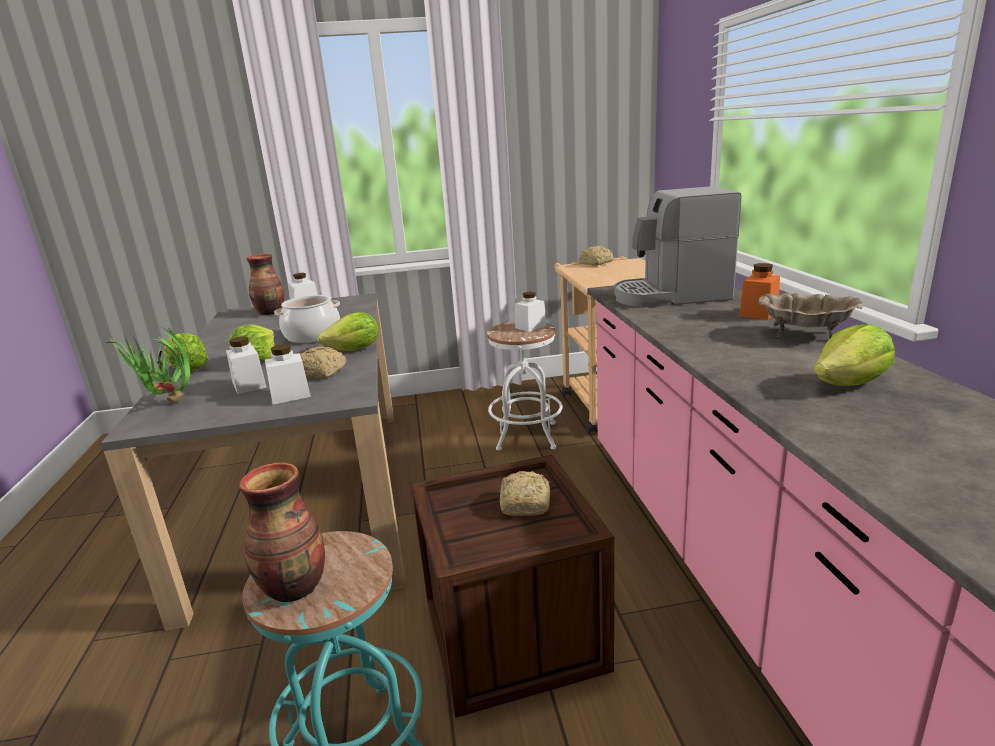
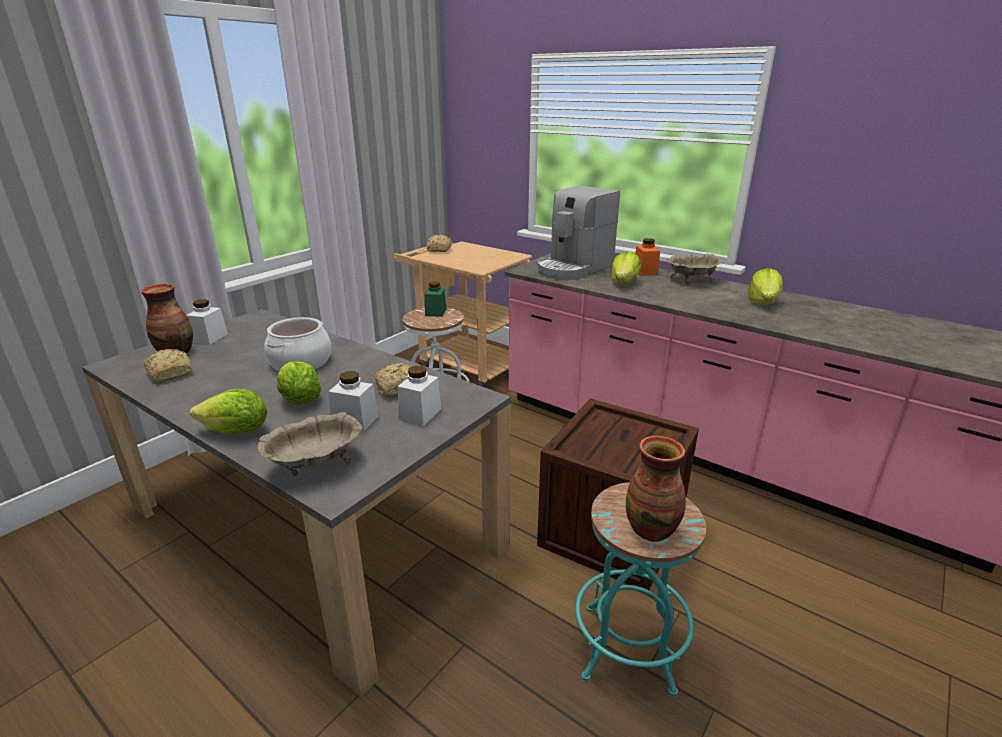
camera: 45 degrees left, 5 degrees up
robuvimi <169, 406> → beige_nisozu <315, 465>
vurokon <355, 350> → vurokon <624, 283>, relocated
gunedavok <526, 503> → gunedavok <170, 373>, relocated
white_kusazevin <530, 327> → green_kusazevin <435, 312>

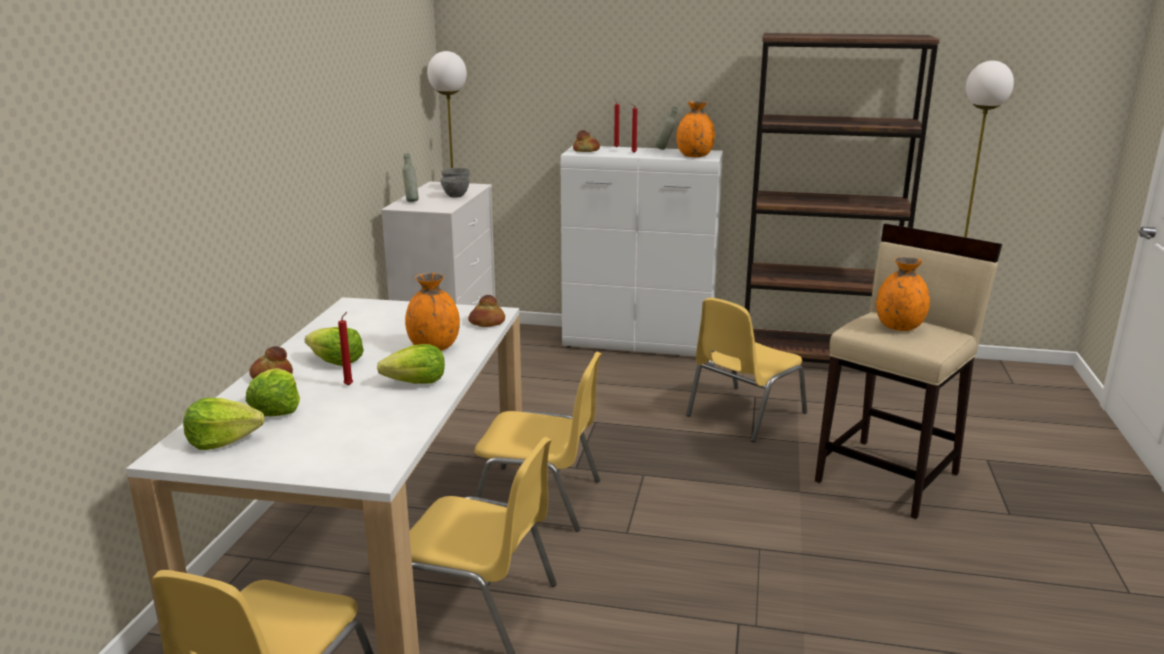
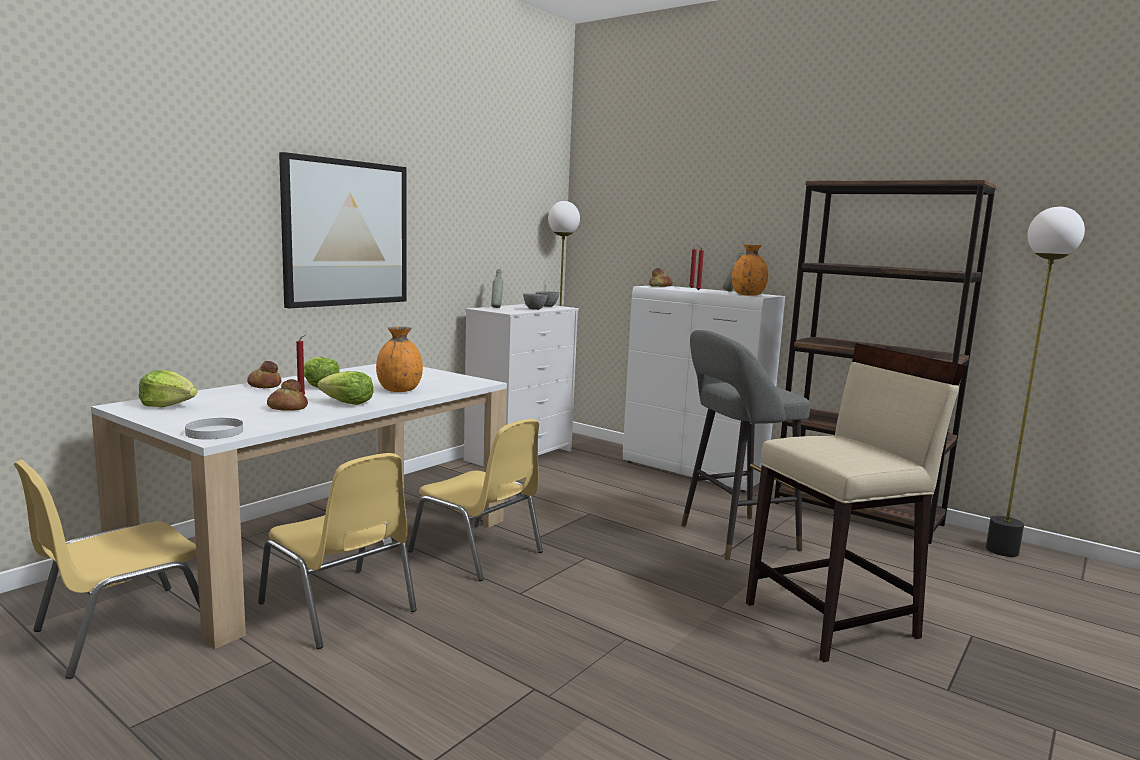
camera: 25 degrees right, 10 degrees down
vurokon <276, 409> → -
gunedavok <486, 323> → gunedavok <287, 408>, relocated
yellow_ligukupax <743, 414> → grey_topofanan <733, 538>
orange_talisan <898, 327> → -
- → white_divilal <214, 432>
- → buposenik <346, 233>

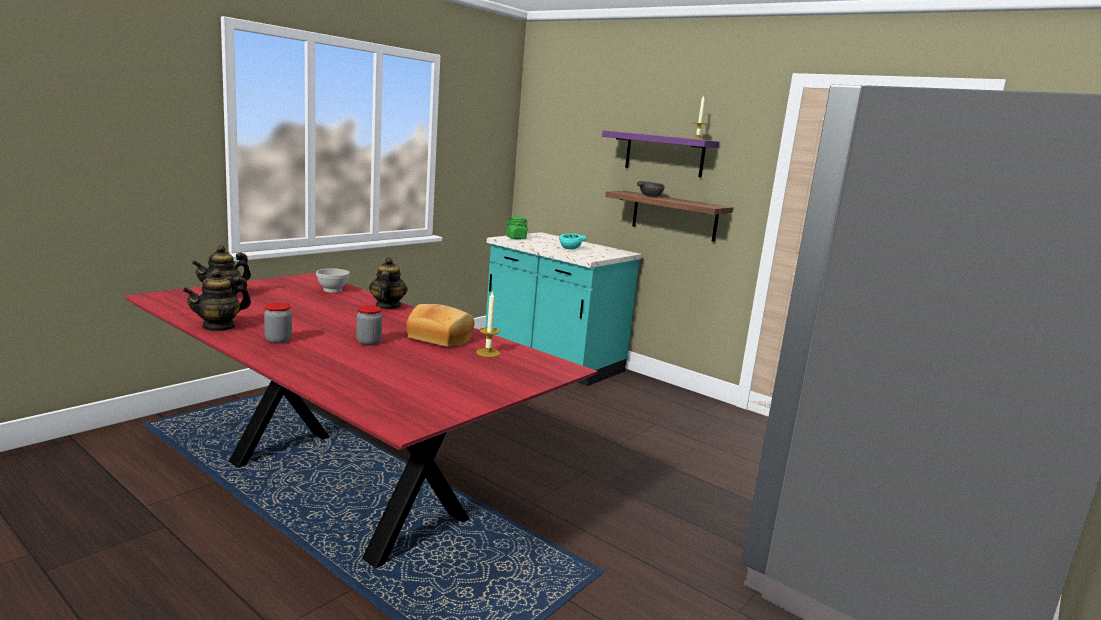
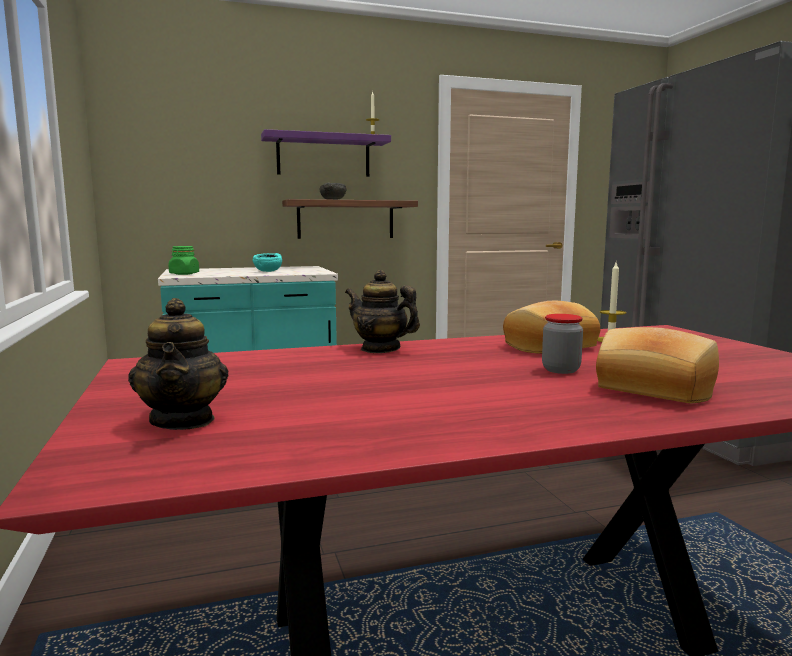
camera: 55 degrees left, 5 degrees down
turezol <219, 327> → -
kusazevin <278, 340> → -
white_nisozu <332, 290> → -
- → gunedavok <653, 390>

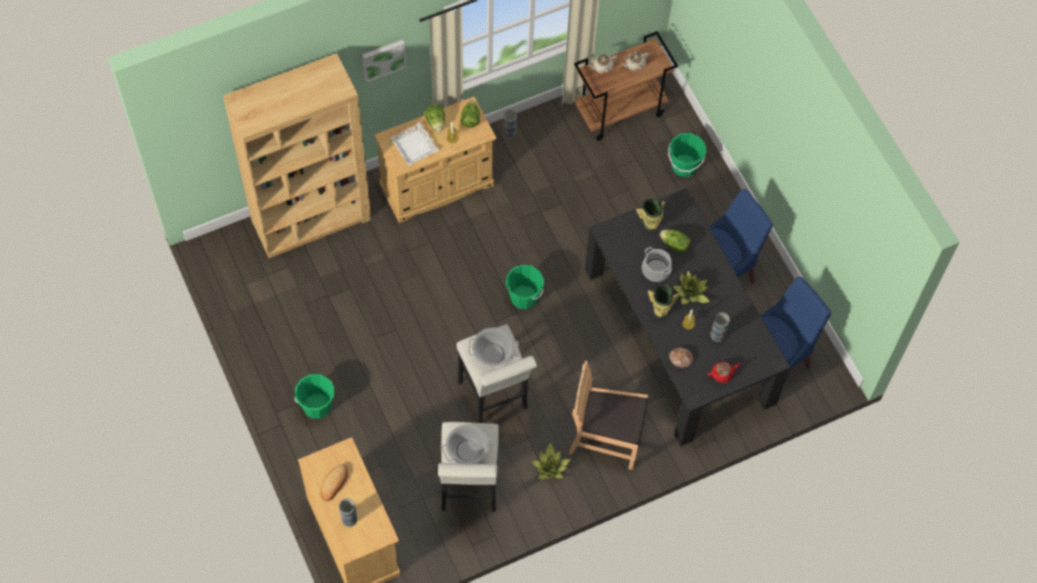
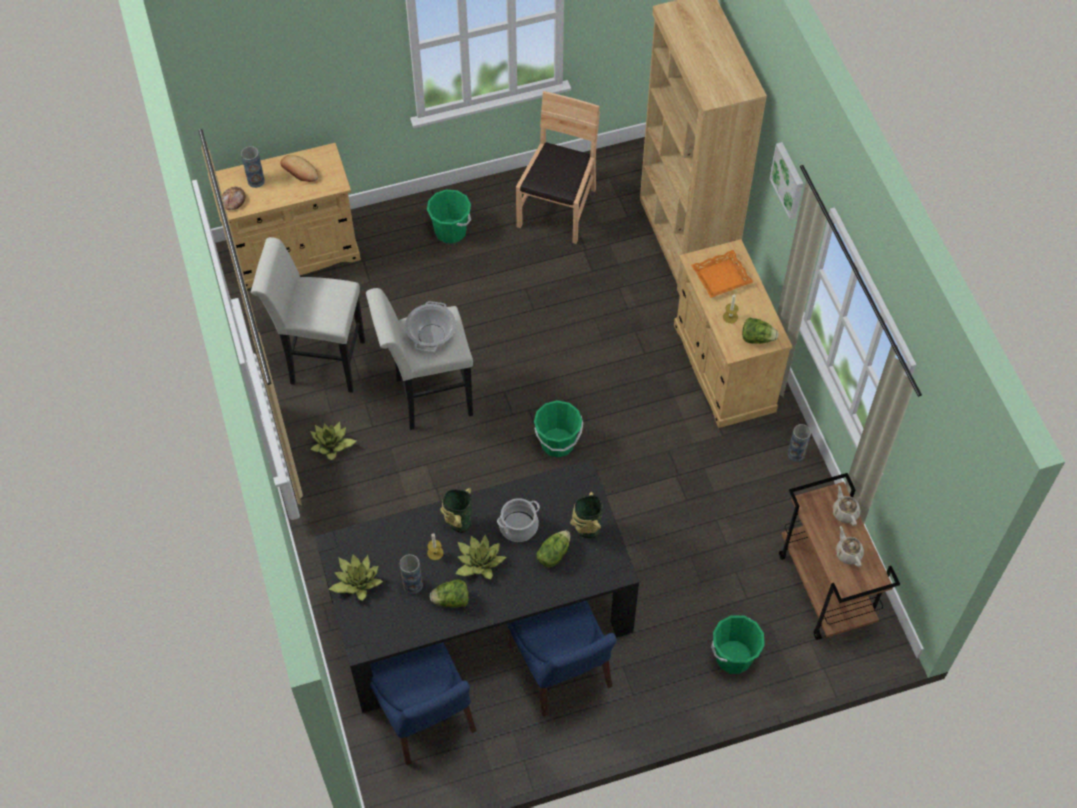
camera: 100 degrees right, 5 degrees down
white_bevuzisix <414, 146> → orange_bevuzisix <721, 277>
vurokon <436, 122> → vurokon <451, 600>, relocated
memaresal <467, 450> → -
brown_ligukupax <606, 437> → brown_ligukupax <558, 209>, relocated
gunedavok <681, 359> → gunedavok <233, 201>, relocated
red_turezol <722, 374> → robuvimi <356, 582>

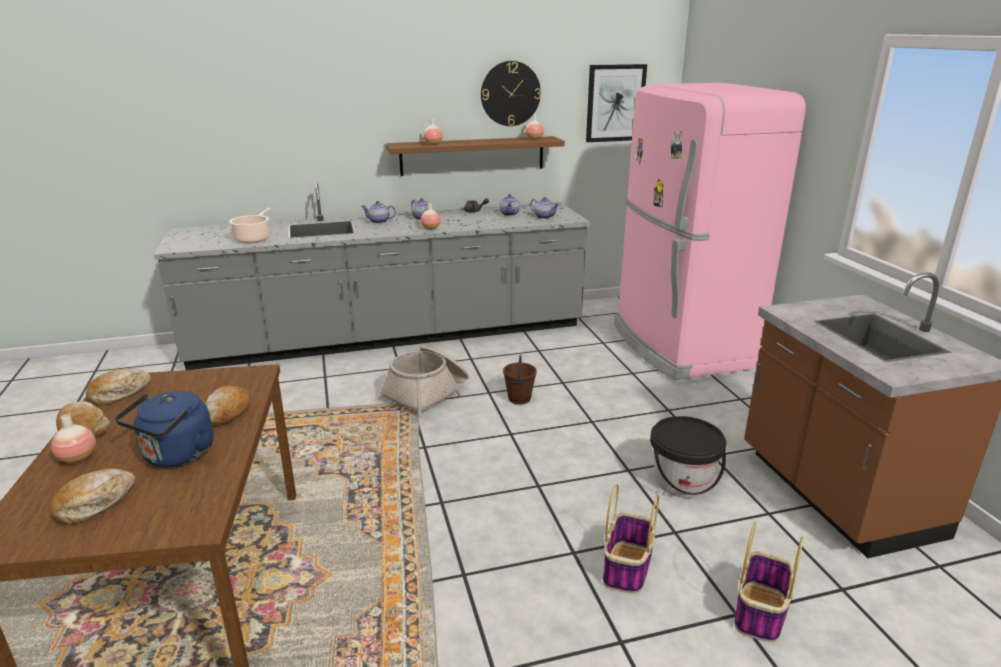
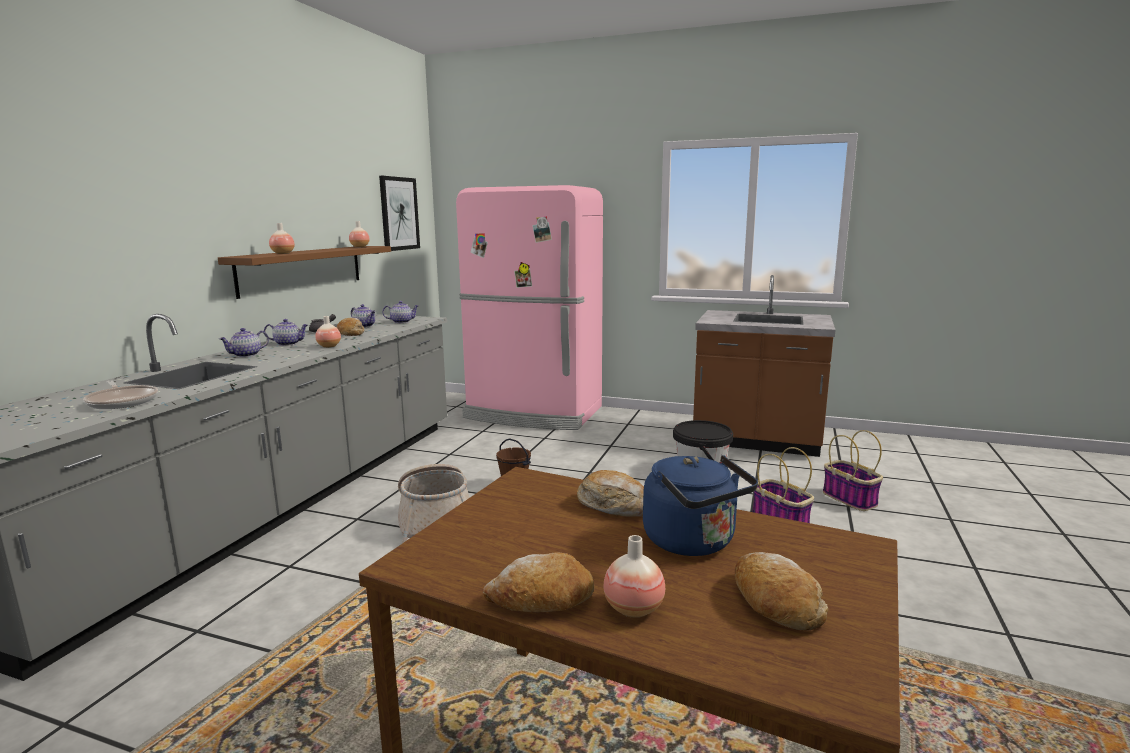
camera: 55 degrees left, 10 degrees down
gunedavok <119, 393> → gunedavok <351, 333>, relocated
memaresal <253, 238> → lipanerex <122, 401>
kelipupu <510, 93> → -

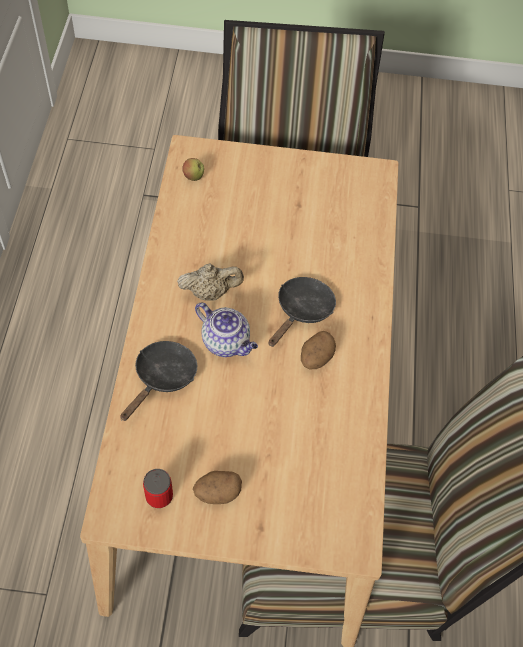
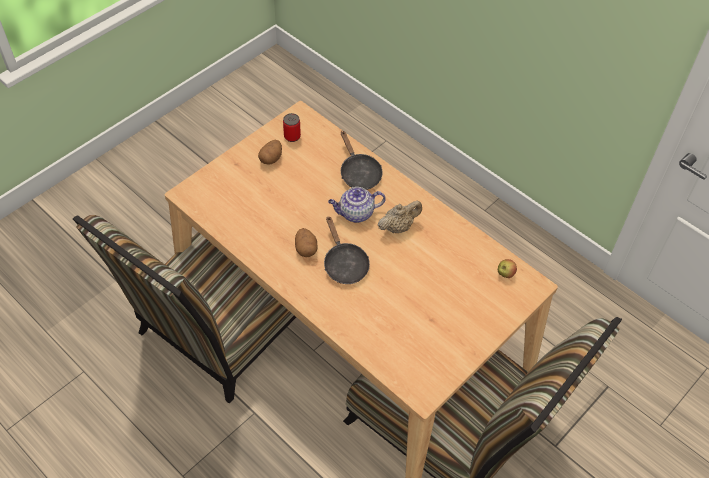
camera: 130 degrees right, 5 degrees down
beige_turezol <210, 292> → beige_turezol <398, 227>, 150 degrees counterclockwise

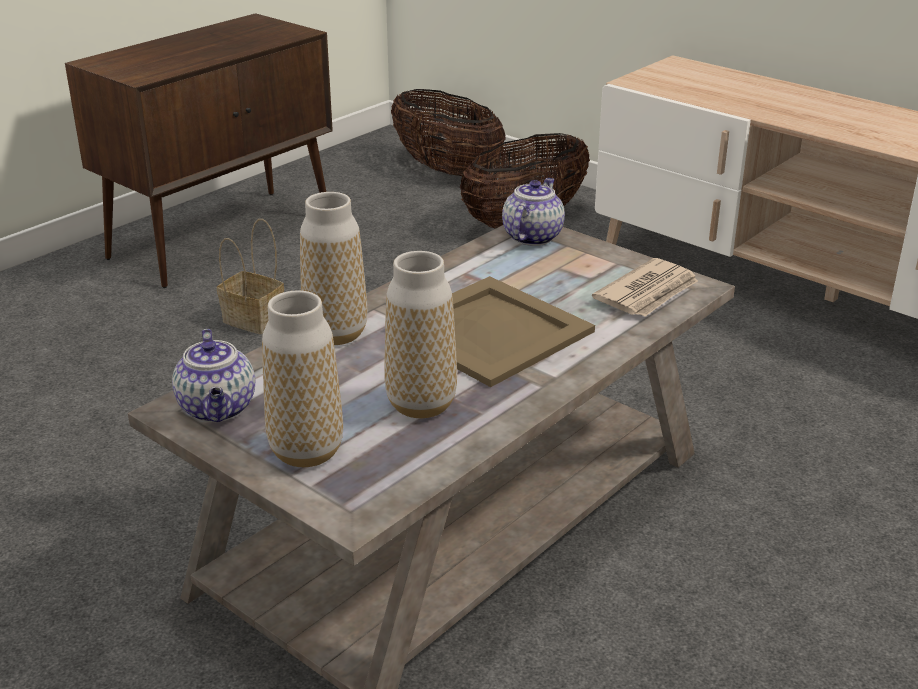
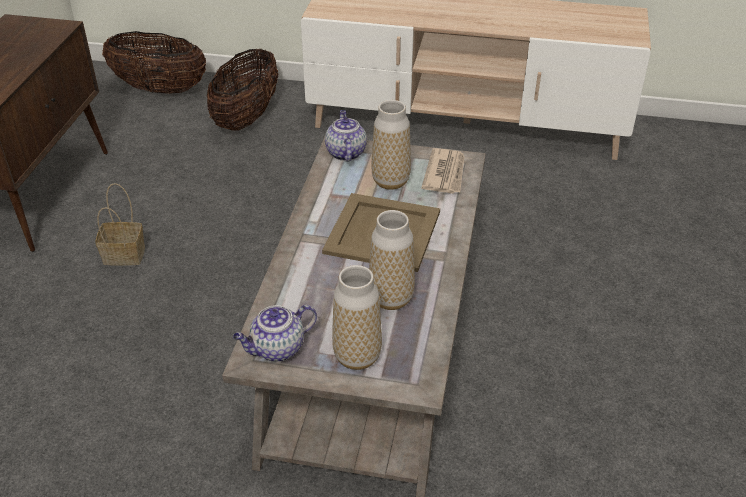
camera: 30 degrees left, 10 degrees up
turezol <218, 409> → turezol <277, 349>, 105 degrees clockwise
talisan <336, 334> → talisan <390, 181>, relocated

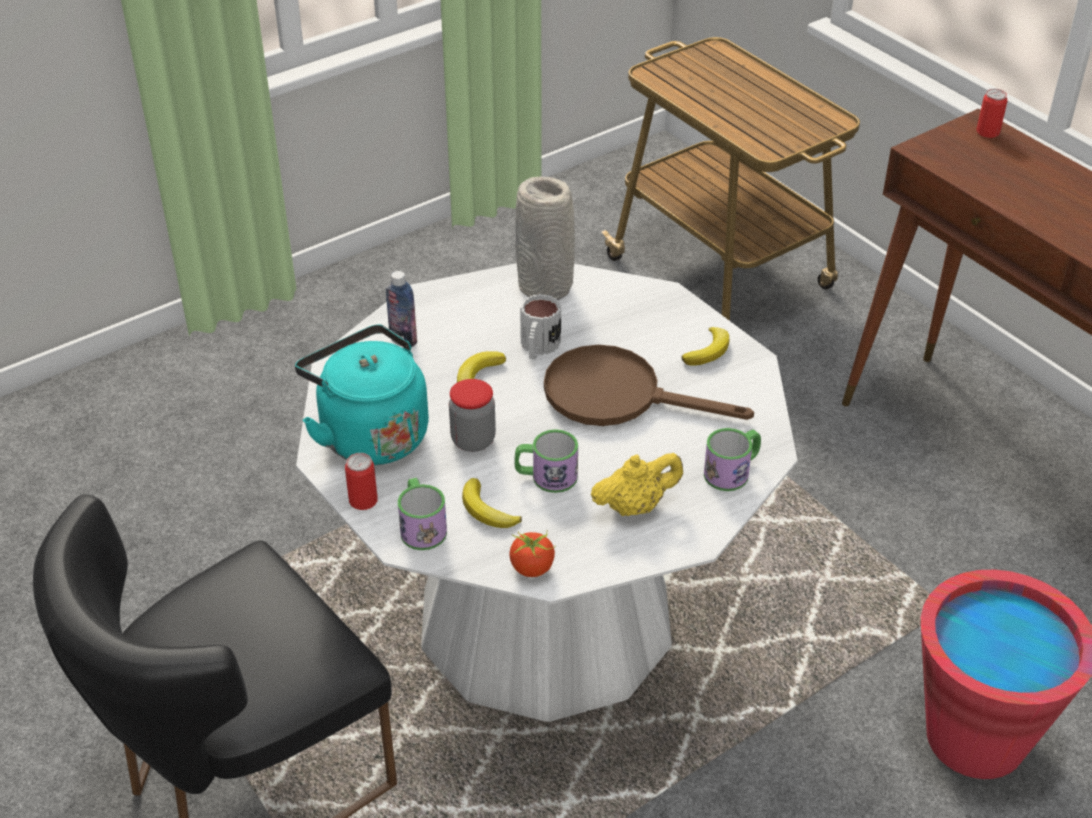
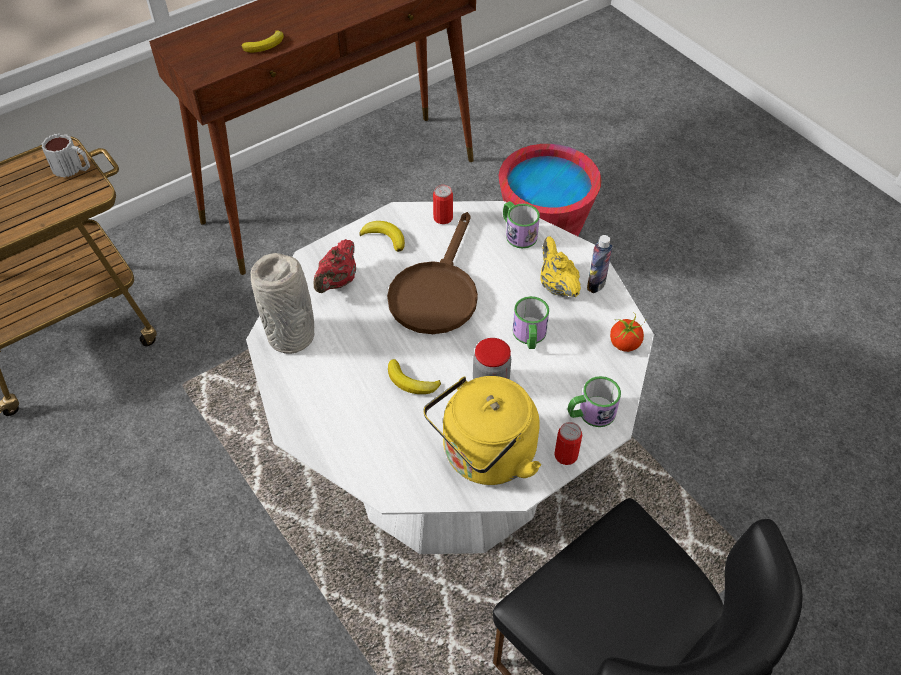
camera: 90 degrees left, 10 degrees up
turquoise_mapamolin <369, 434> → yellow_mapamolin <484, 457>
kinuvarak <403, 340> → kinuvarak <596, 284>, relocated
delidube <487, 510> → delidube <266, 45>, relocated
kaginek <538, 348> → kaginek <73, 168>, relocated
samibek <987, 132> → samibek <443, 218>, relocated
- → red_turezol <337, 282>

